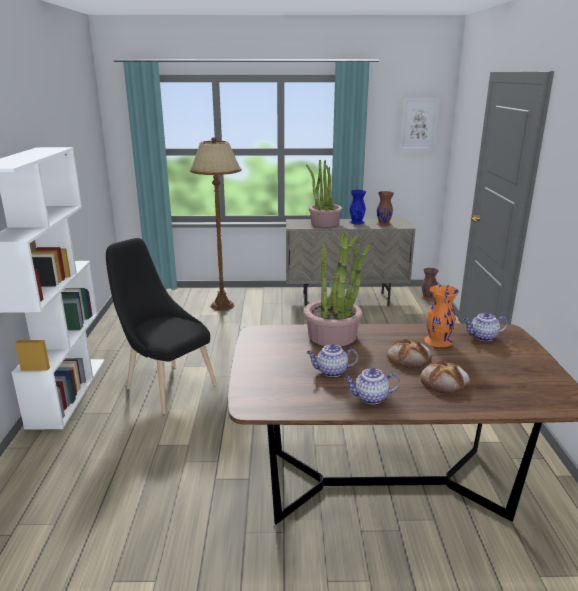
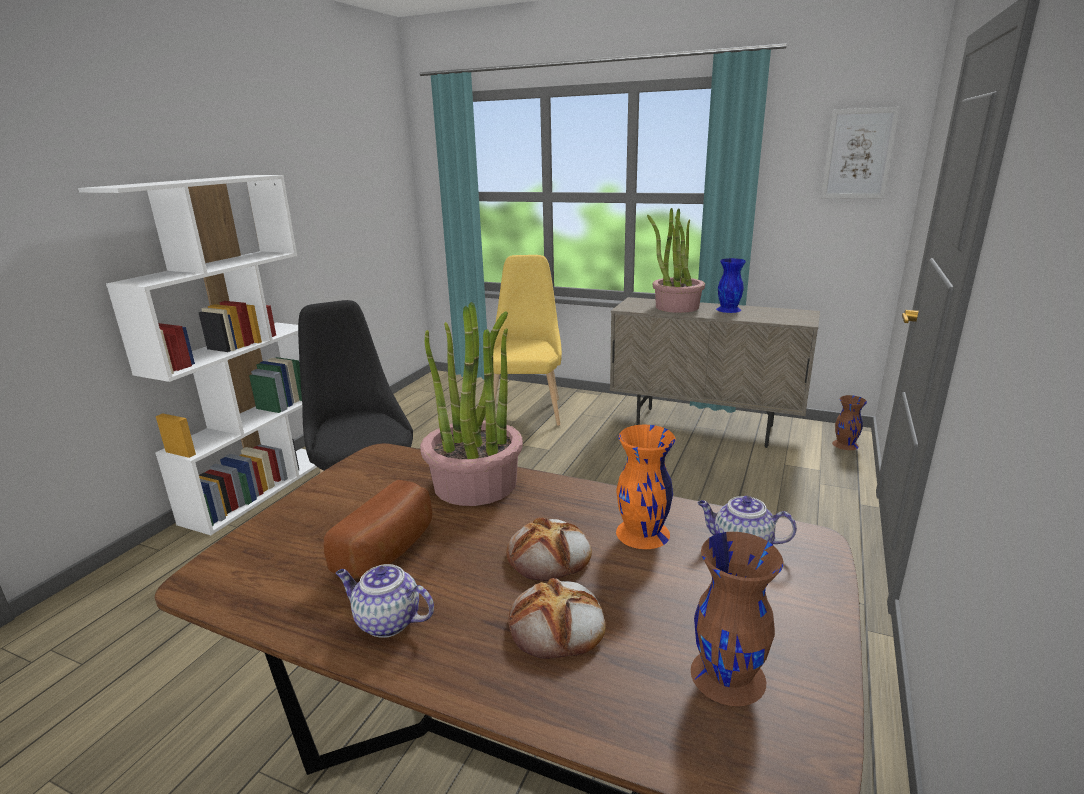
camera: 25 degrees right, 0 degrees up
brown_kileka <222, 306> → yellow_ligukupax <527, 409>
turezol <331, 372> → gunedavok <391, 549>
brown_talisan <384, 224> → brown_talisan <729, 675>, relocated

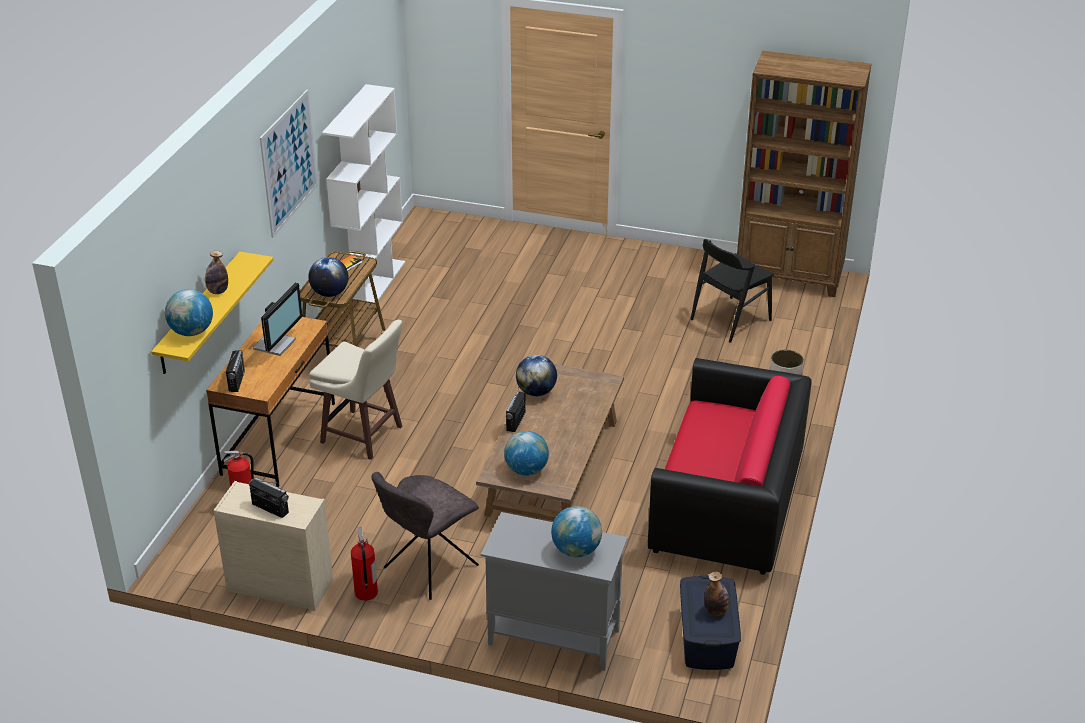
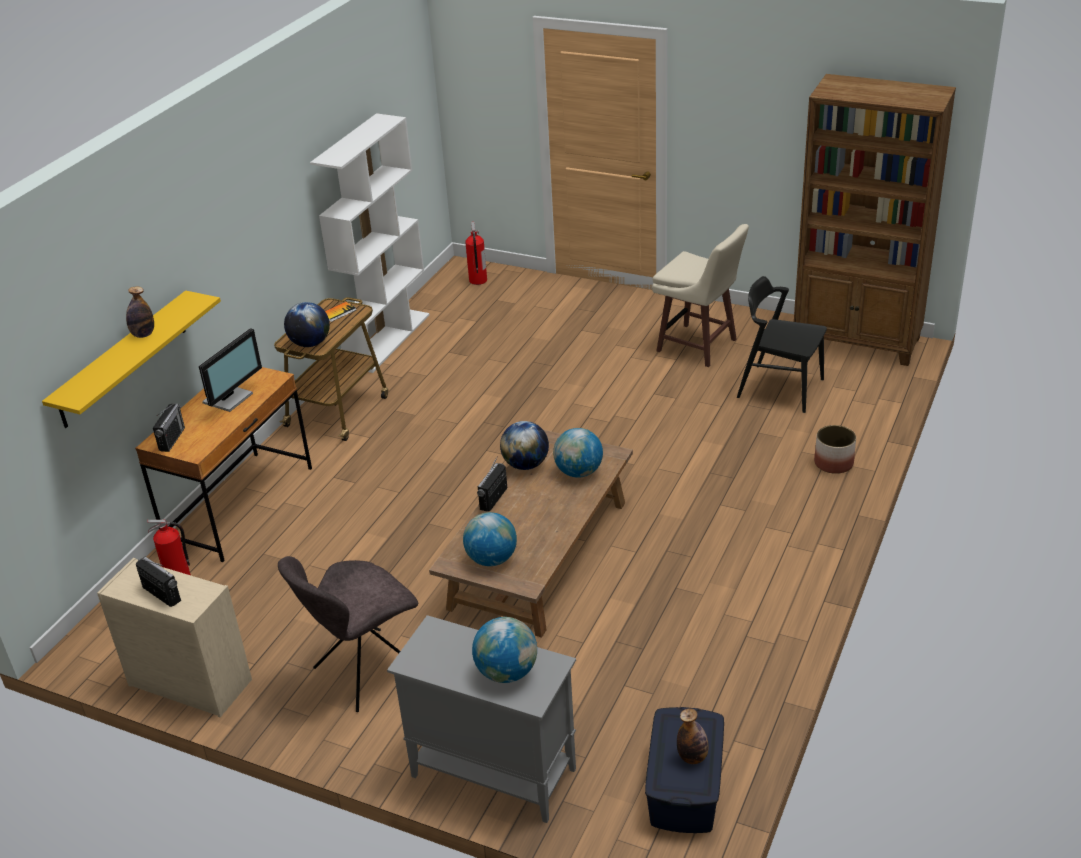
camera: 10 degrees right, 0 degrees up
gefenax <191, 332> → gefenax <578, 472>, relocated
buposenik <289, 163> → -
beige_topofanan <363, 436> → beige_topofanan <698, 346>, relocated
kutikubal <365, 593> → kutikubal <477, 281>, relocated
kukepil <728, 501> → -
black_ligukupax <730, 320> → black_ligukupax <780, 388>, 60 degrees clockwise

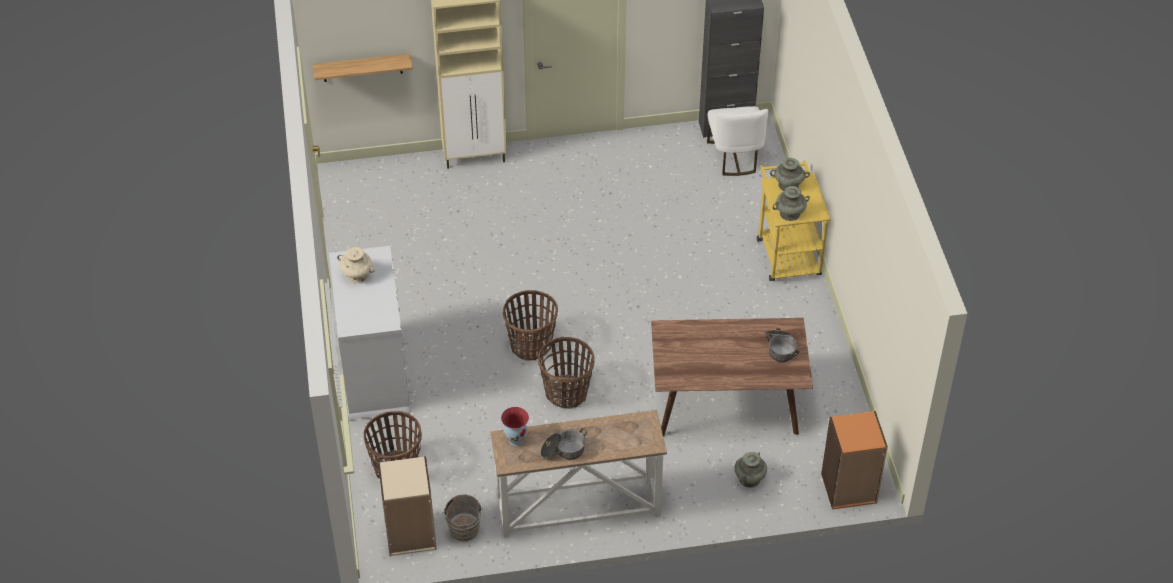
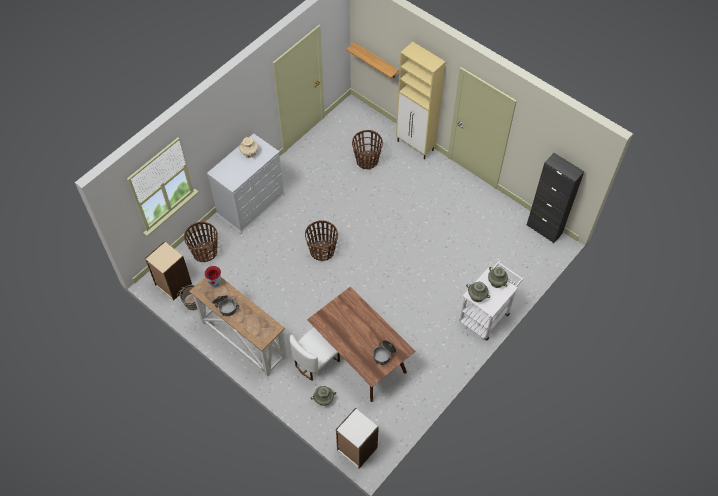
camera: 50 degrees right, 10 degrees up
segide <566, 393> → segide <367, 160>, relocated
white_ligukupax <734, 157> → white_ligukupax <315, 361>, relocated
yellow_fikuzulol <786, 252> → white_fikuzulol <487, 314>
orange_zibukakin <849, 489> → white_zibukakin <356, 449>

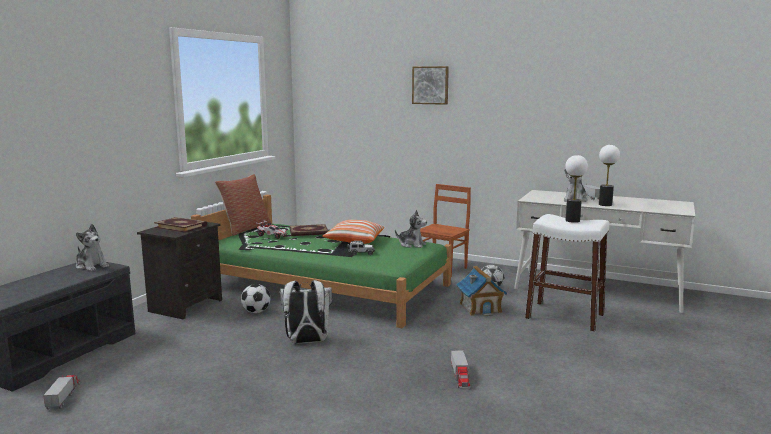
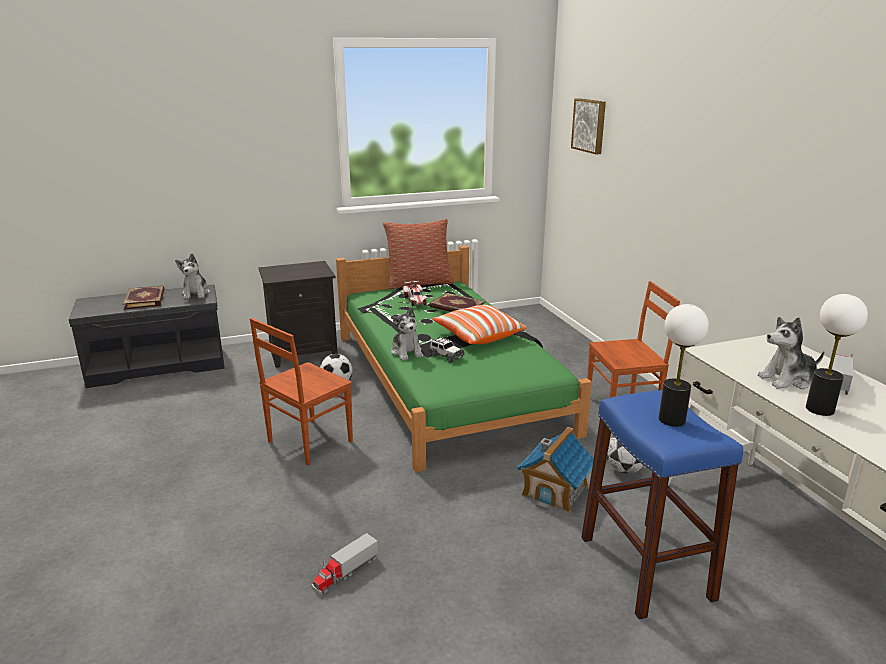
camera: 45 degrees right, 10 degrees up
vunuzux <64, 396> → -
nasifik <181, 226> → nasifik <146, 299>, relocated
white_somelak <306, 342> → brown_ligukupax <308, 441>
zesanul <412, 245> → zesanul <407, 352>, relocated
buposenik <430, 85> → buposenik <590, 125>, relocated
white_topofanan <564, 316> → blue_topofanan <645, 567>

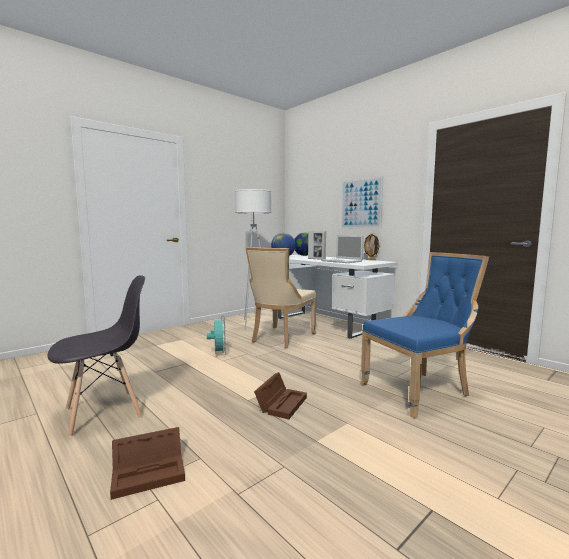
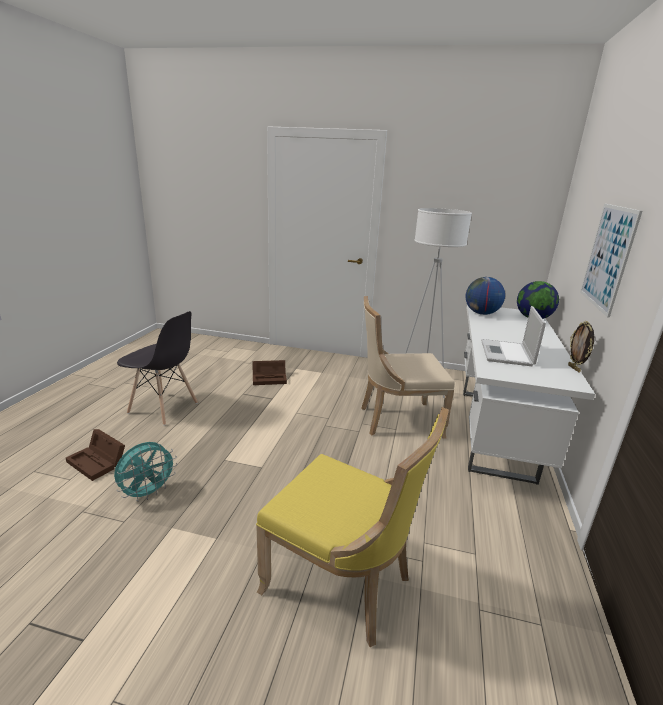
camera: 55 degrees right, 15 degrees up
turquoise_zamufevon <218, 354> → turquoise_zamufevon <148, 493>, relocated
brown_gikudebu <281, 403> → brown_gikudebu <270, 378>, relocated
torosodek <316, 259> → -
blue_ligukupax <419, 391> → yellow_ligukupax <343, 583>

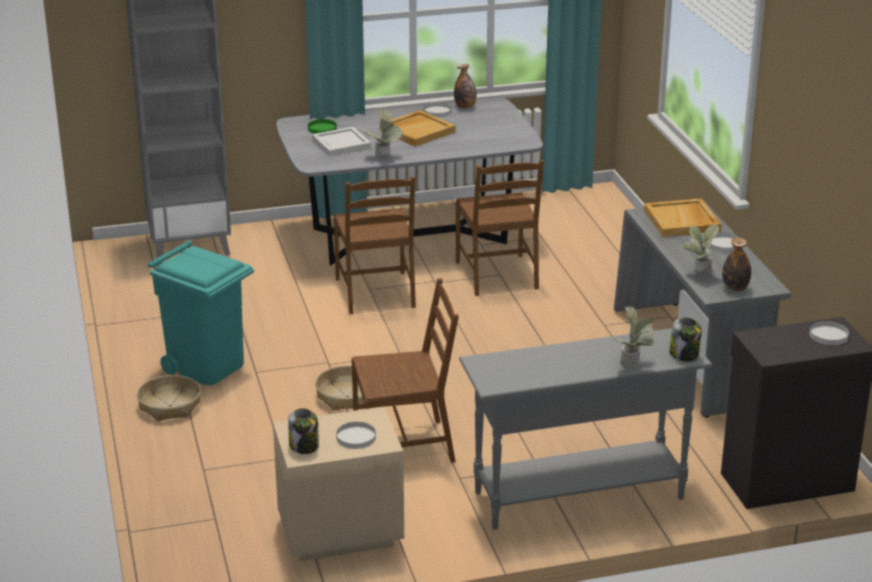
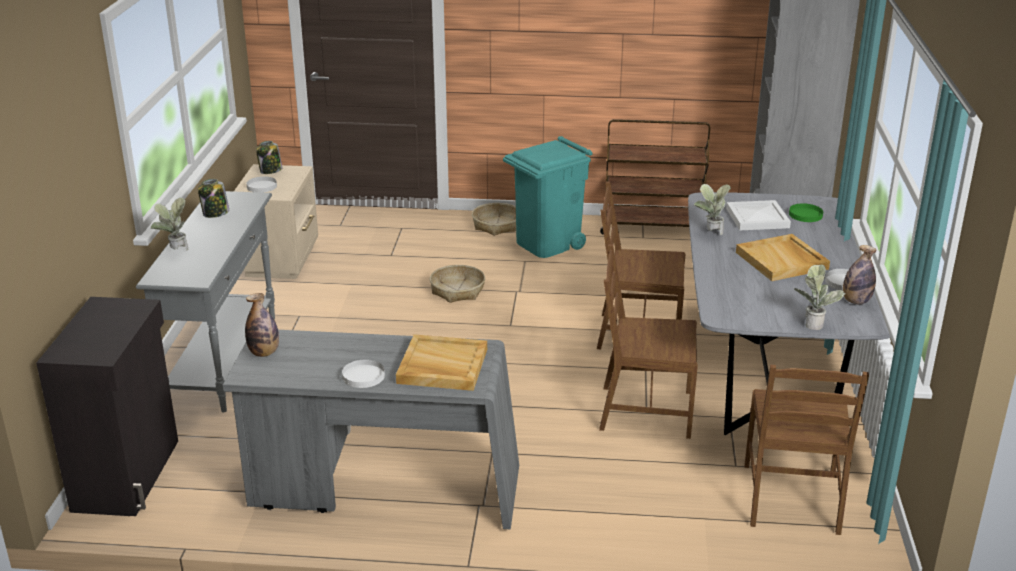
camera: 110 degrees right, 0 degrees up
brown_ligukupax <405, 445> → brown_ligukupax <792, 499>, relocated
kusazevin <684, 355> → kusazevin <215, 213>, relocated
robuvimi <699, 273> → robuvimi <813, 323>, relocated
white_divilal <829, 335> → -
- → brown_fikuzulol <652, 227>

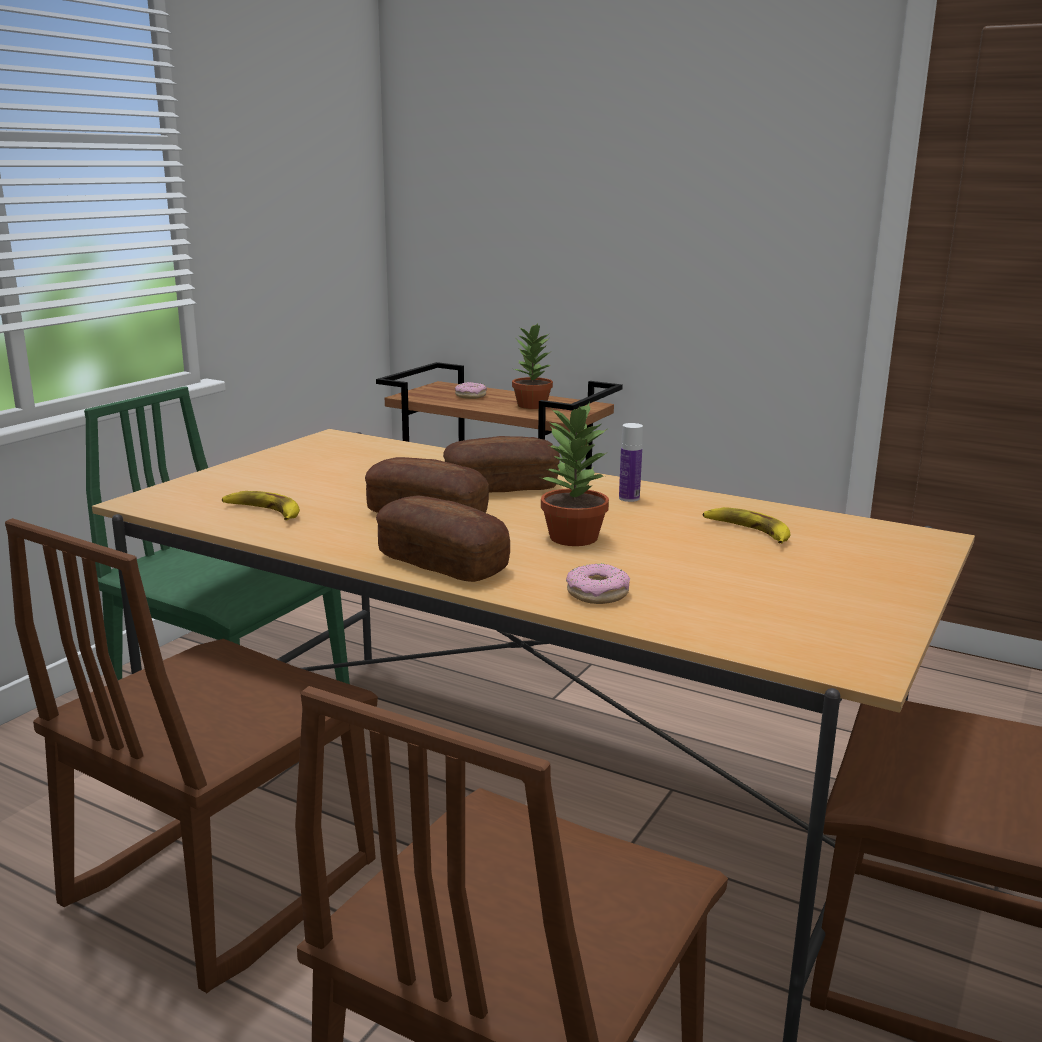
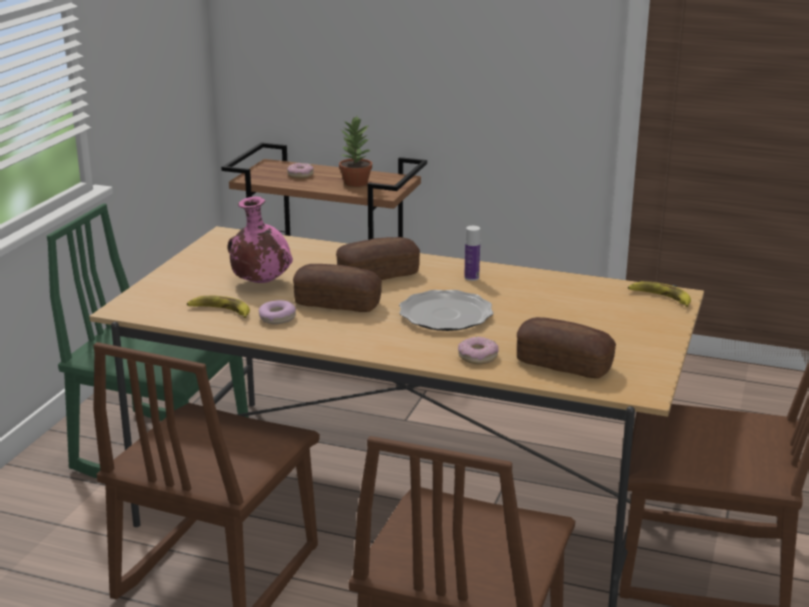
camera: 10 degrees left, 5 degrees up
gunedavok <442, 563> → gunedavok <563, 364>, relocated
robuvimi <572, 538> → divilal <445, 315>
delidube <747, 531> → delidube <660, 298>, relocated
- → pink_talisan <260, 283>
- → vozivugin <277, 318>

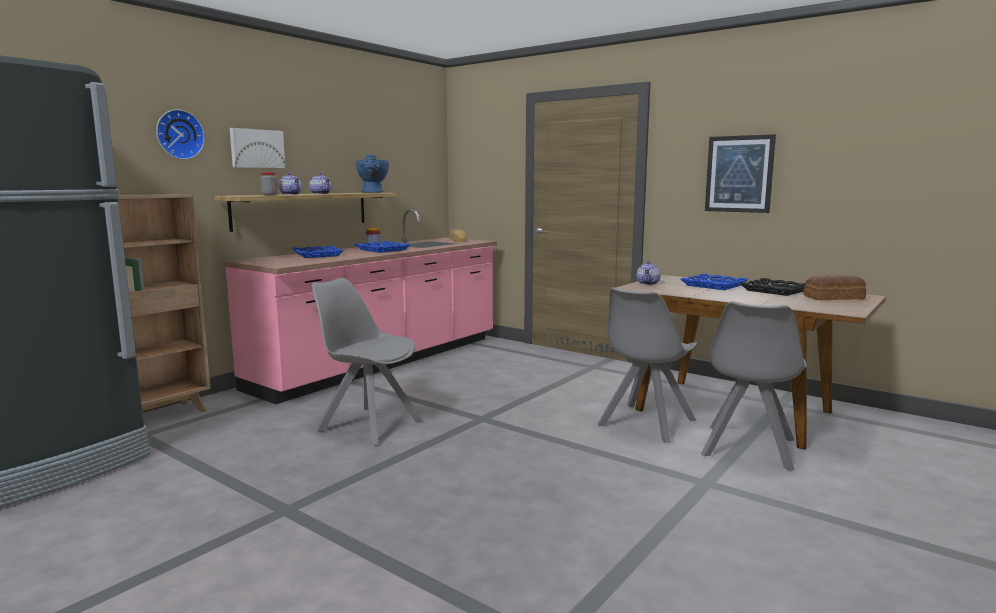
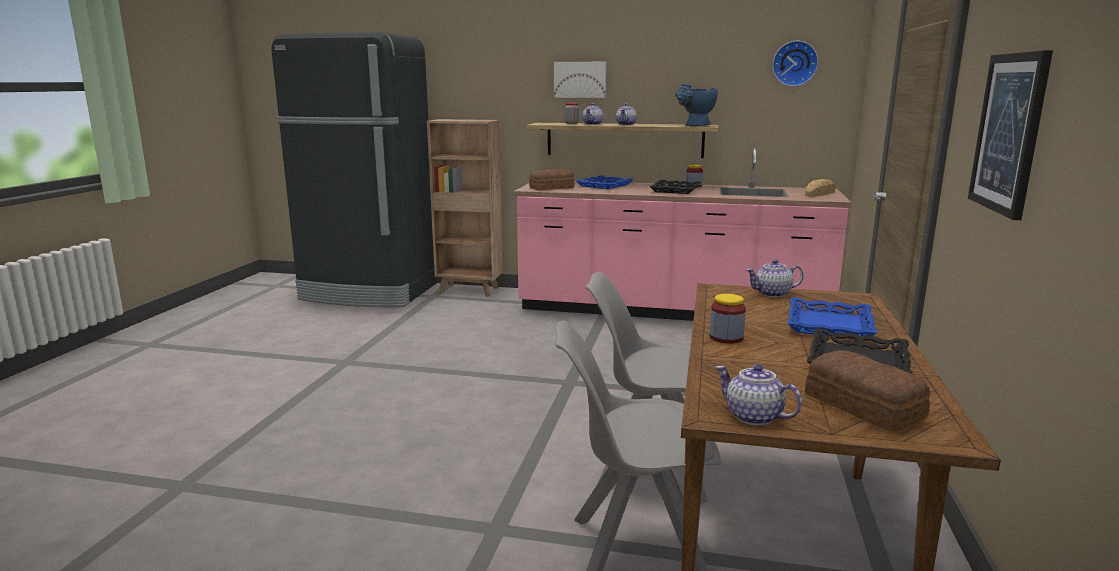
camera: 65 degrees right, 5 degrees up
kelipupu <179, 134> → kelipupu <794, 63>, relocated
grey_ligukupax <368, 425> → -
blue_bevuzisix <382, 250> → black_bevuzisix <675, 190>
- → gunedavok <552, 188>
- → kusazevin <726, 338>
- → turezol <753, 416>

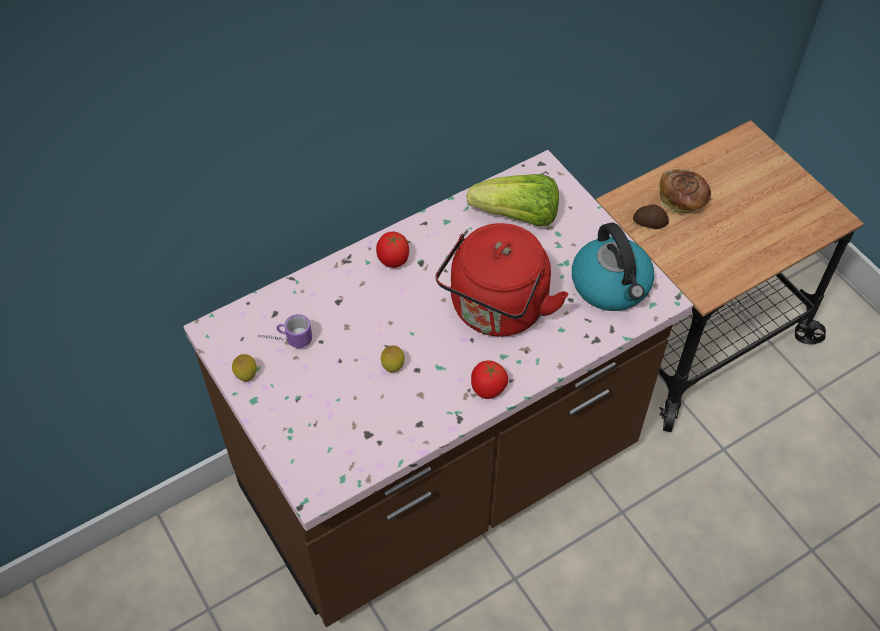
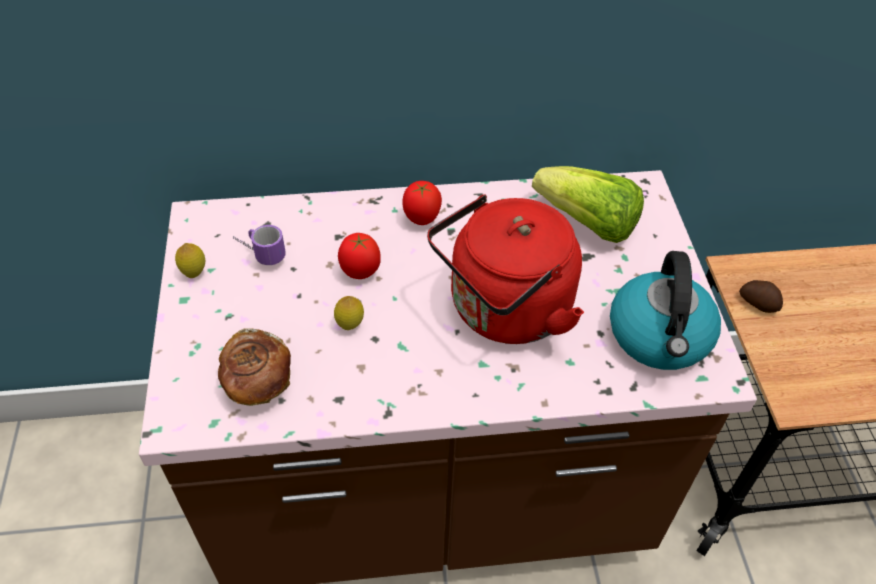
camera: 25 degrees right, 5 degrees down
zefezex <488, 391> → zefezex <360, 272>, relocated
gunedavok <682, 200> → gunedavok <257, 382>, relocated

